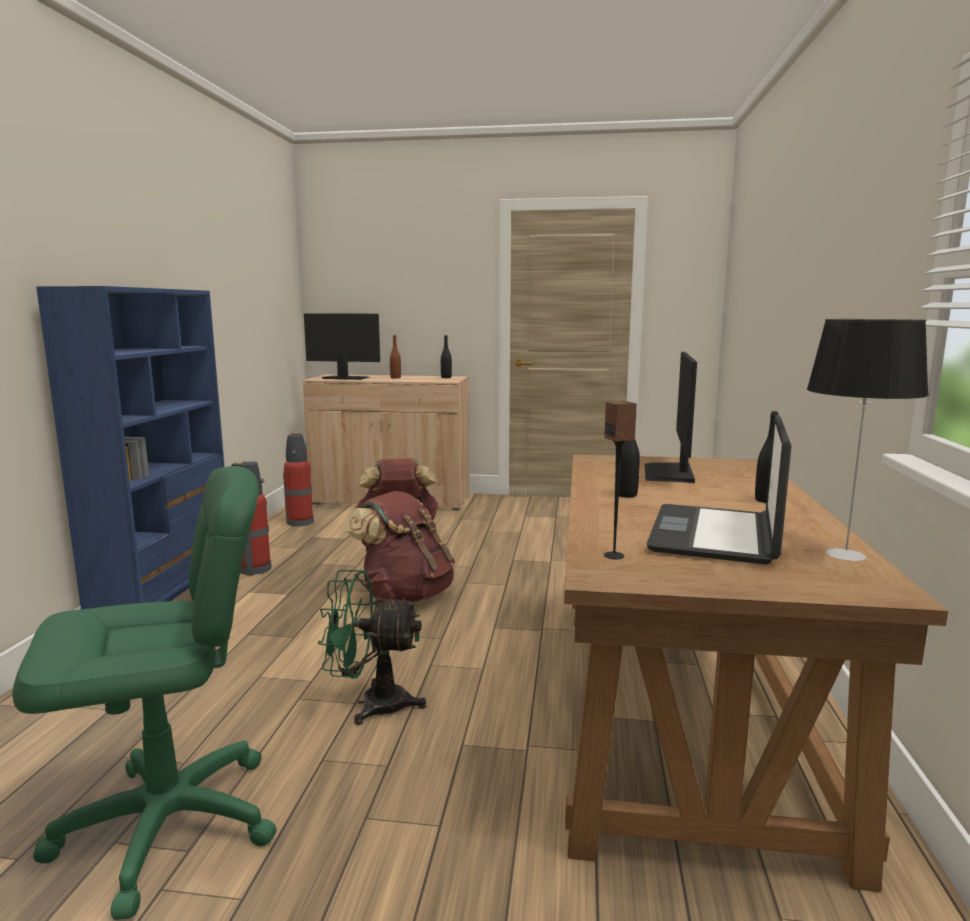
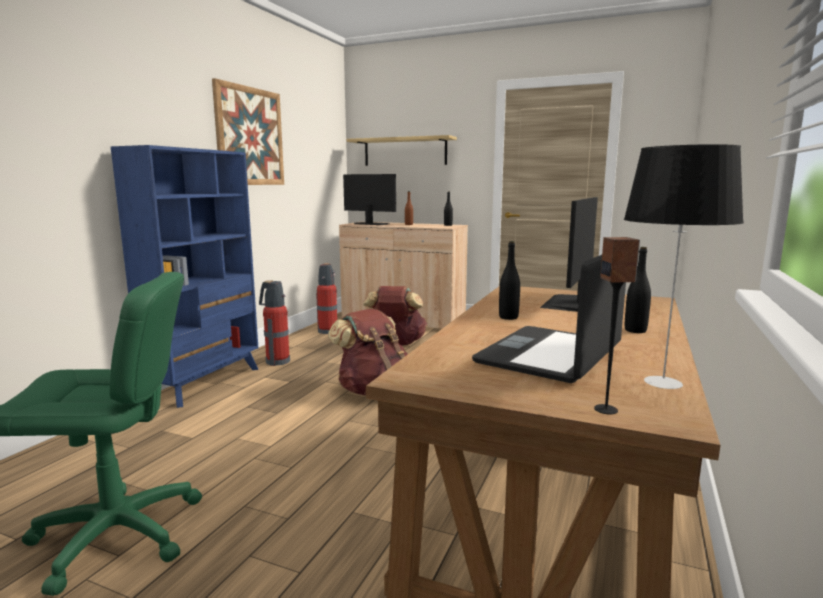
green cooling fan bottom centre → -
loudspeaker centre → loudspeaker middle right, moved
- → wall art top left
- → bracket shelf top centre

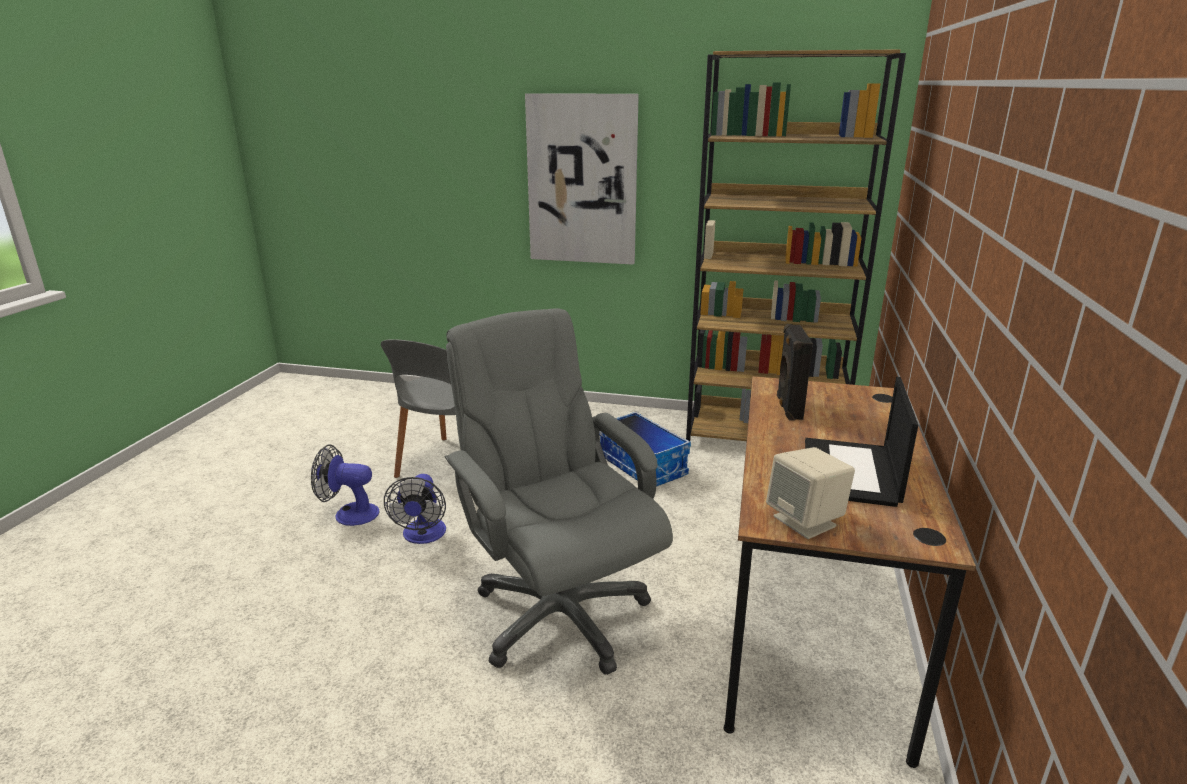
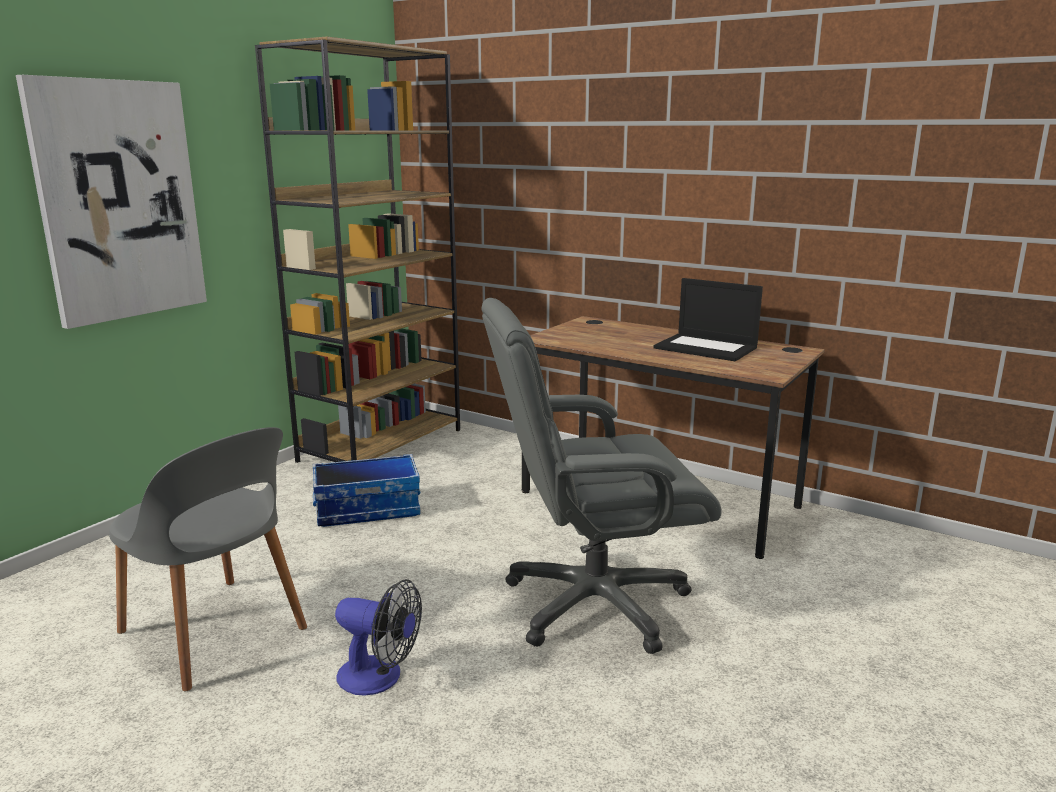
cooling fan (1st from left) middle left → -
sand-coloured loudspeaker middle right → -
black loudspeaker middle right → -

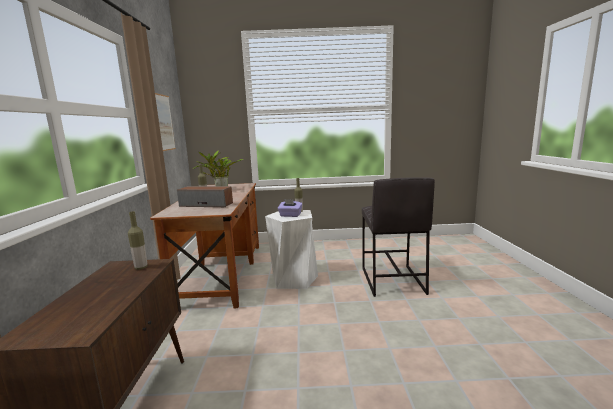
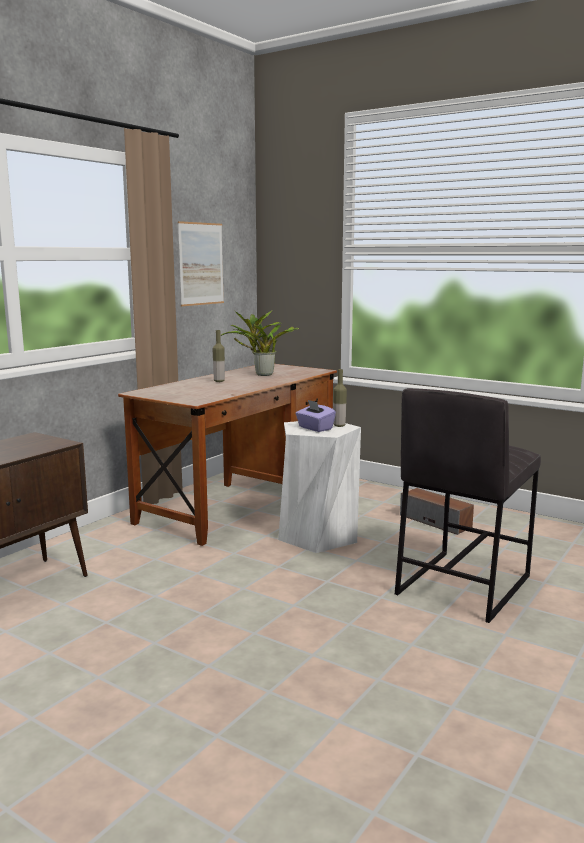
beverage bottle (1st from left) middle left → -
loudspeaker centre → loudspeaker middle right, moved

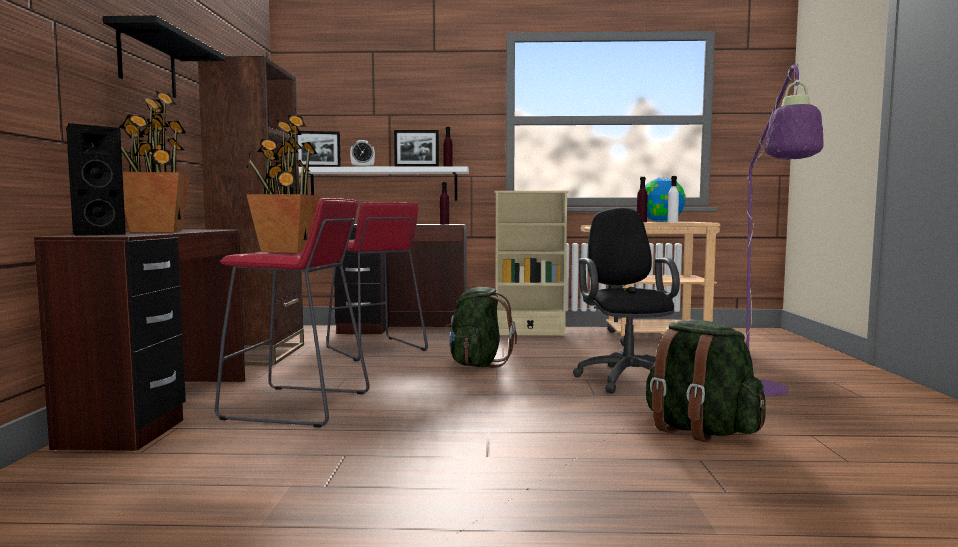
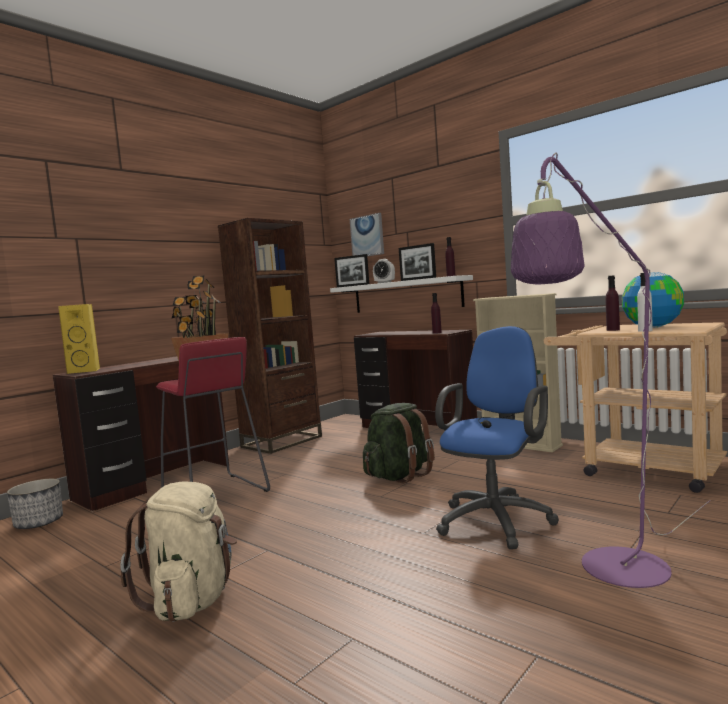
black loudspeaker top left → yellowish loudspeaker middle left
black bracket shelf top left → -
plant in a pot (1st from left) top left → -
red-coloured sitting stool (2nd from left) centre → -
black computer chair centre → blue computer chair middle right
green backpack (2nd from left) bottom right → -
- → plant pot bottom left
- → sand-coloured backpack bottom left
- → wall art top centre

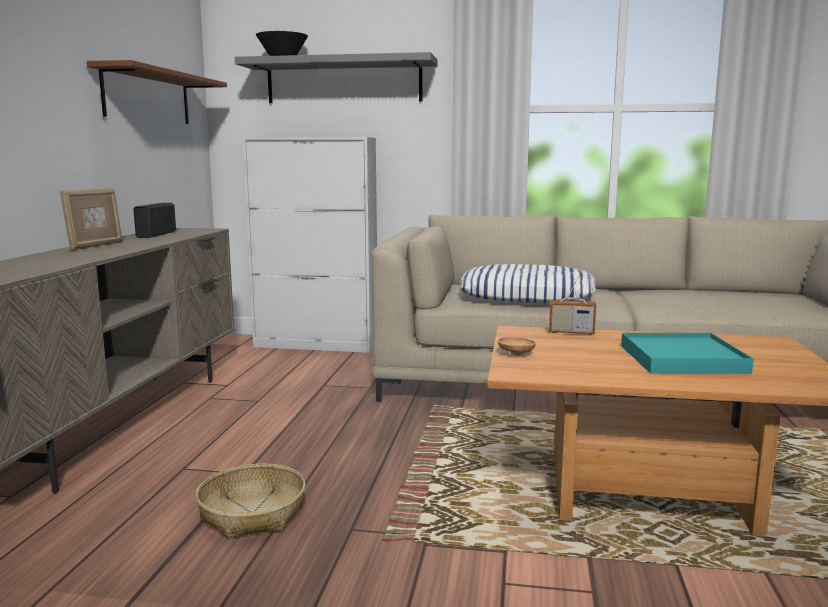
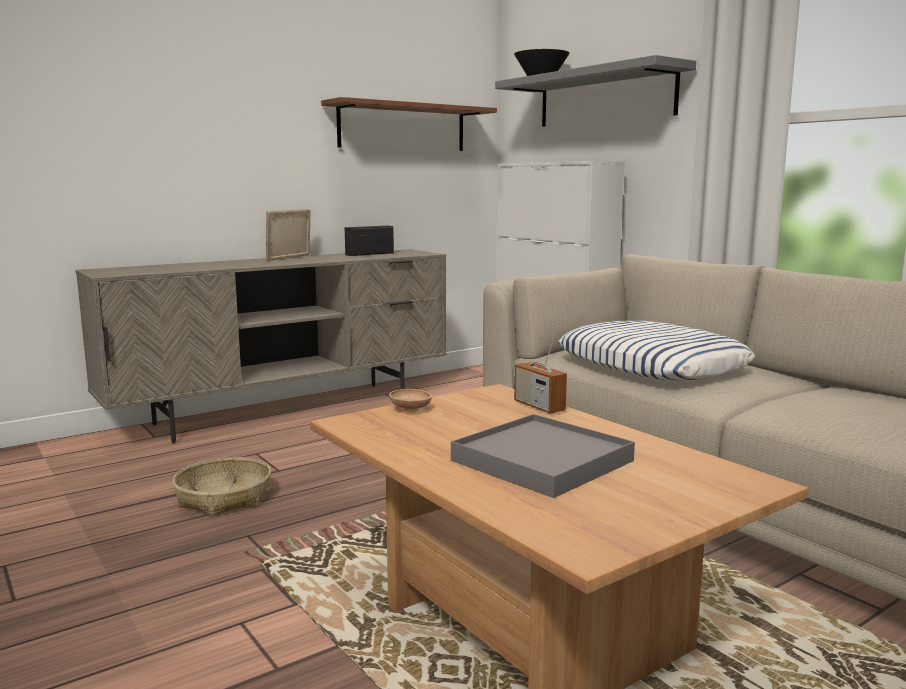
photo frame middle left, 150 degrees clockwise
turquoise tray middle right → gray tray centre

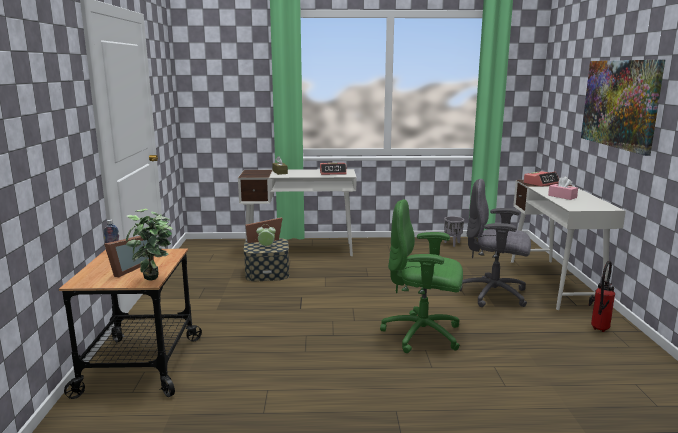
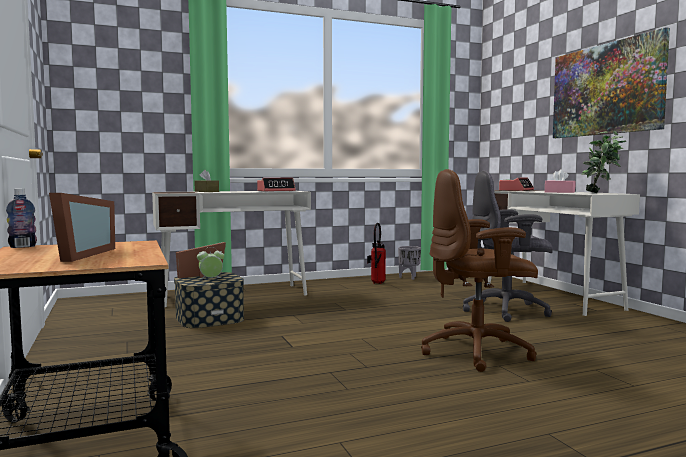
plant in a pot middle left → plant in a pot middle right, moved
green computer chair centre → brown computer chair middle right
extinguisher bottom right → extinguisher centre, moved

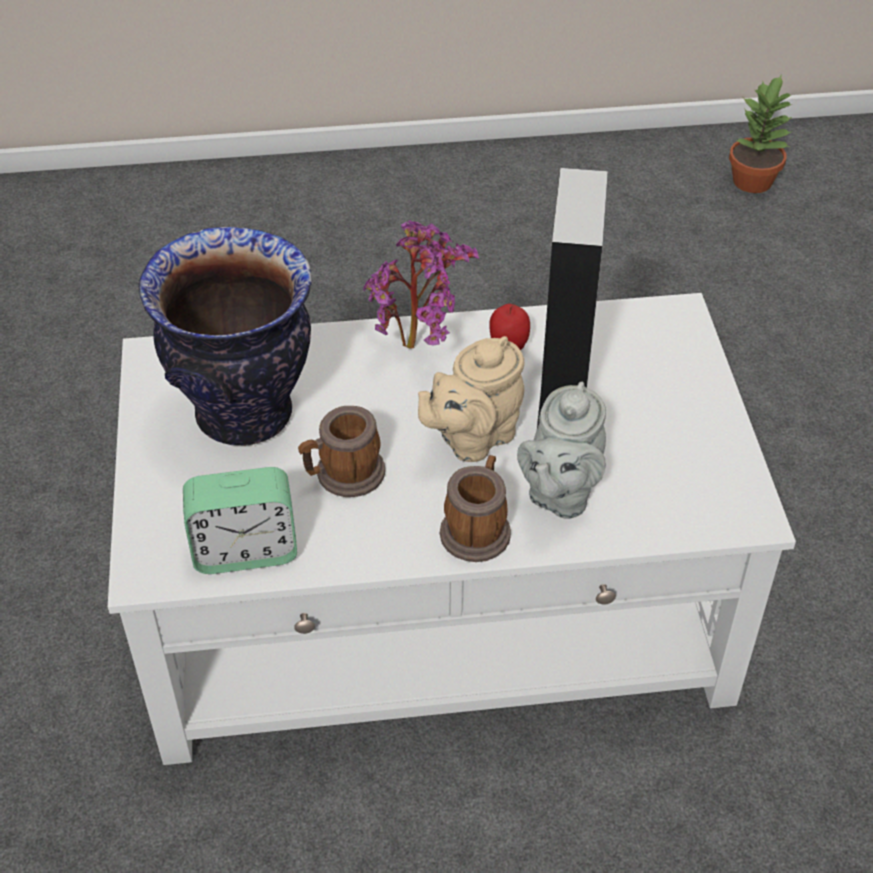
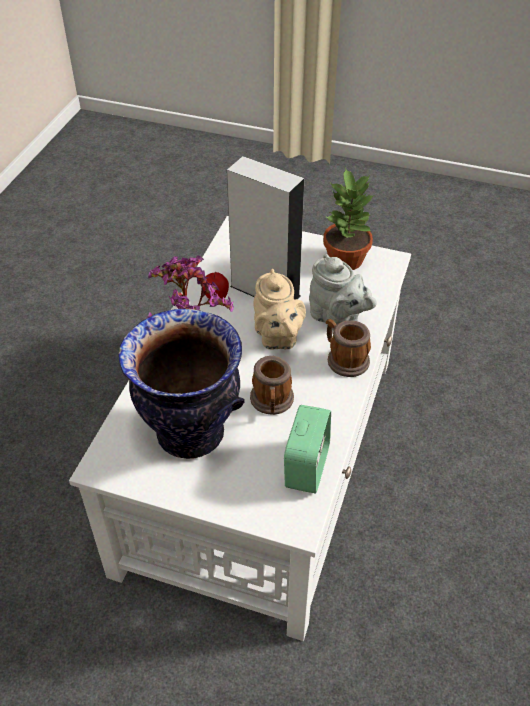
plant in a pot (2nd from left) top right → plant in a pot (2nd from left) top centre, moved

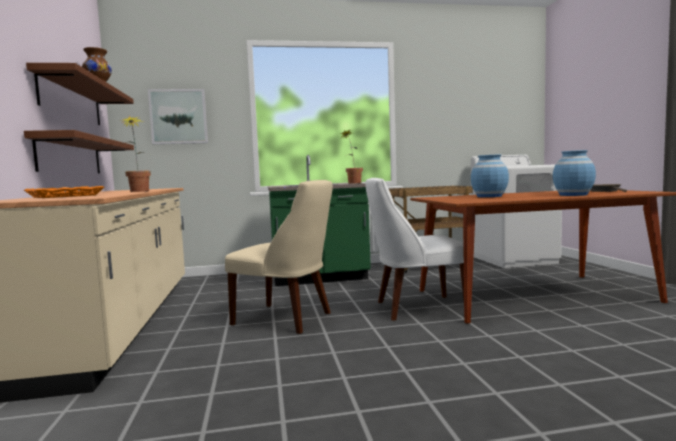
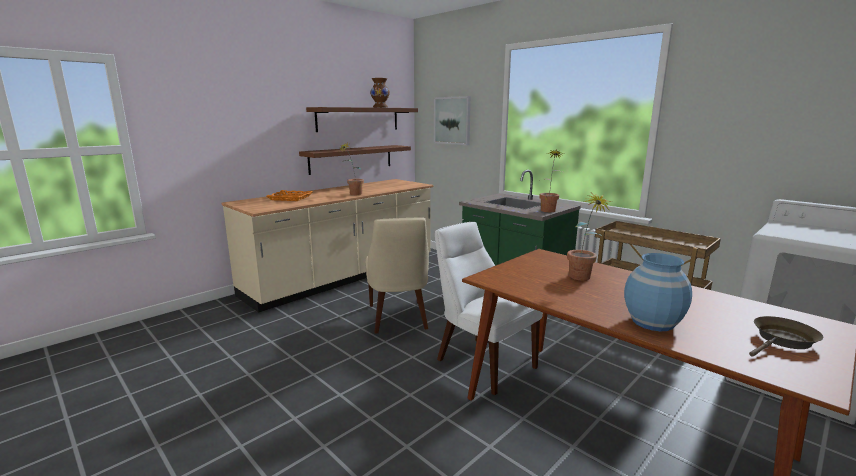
blue flower vase (1st from left) middle right → plant in a pot (3rd from left) middle right

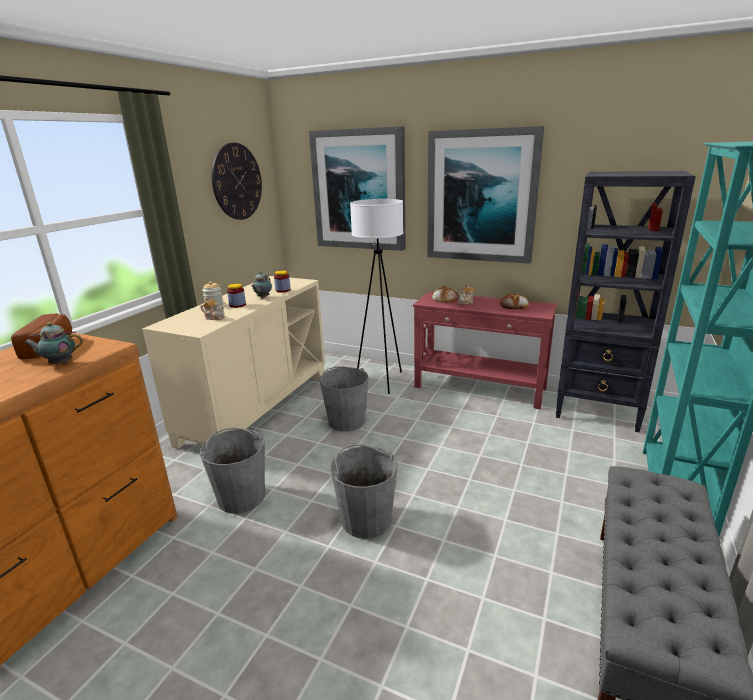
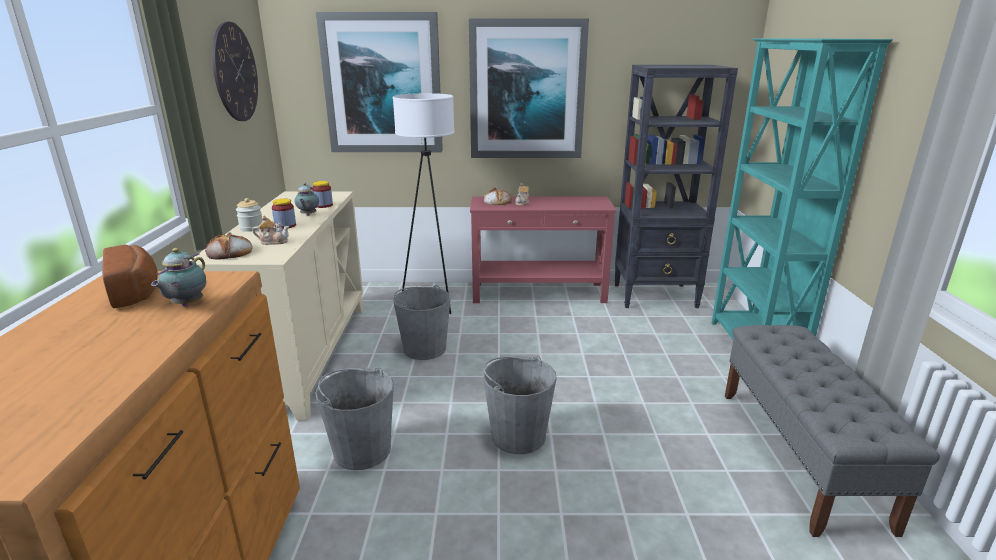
pot for tea (1st from left) middle left, 45 degrees counterclockwise
bread (3rd from left in the first image) middle right → bread (2nd from left) middle left, moved

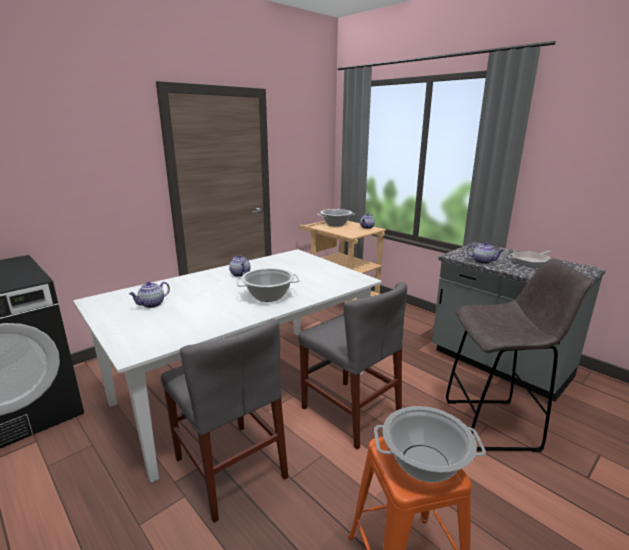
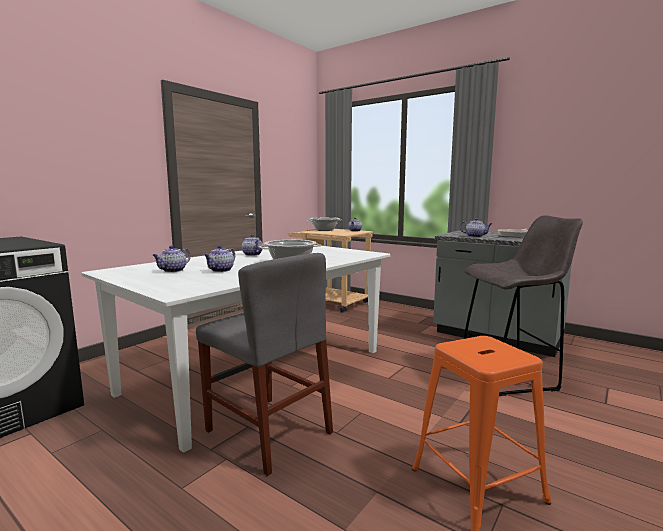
gray plain chair (2nd from left) centre → -
saucepot (3rd from left) bottom right → -
- → pot for tea (2nd from left) middle left

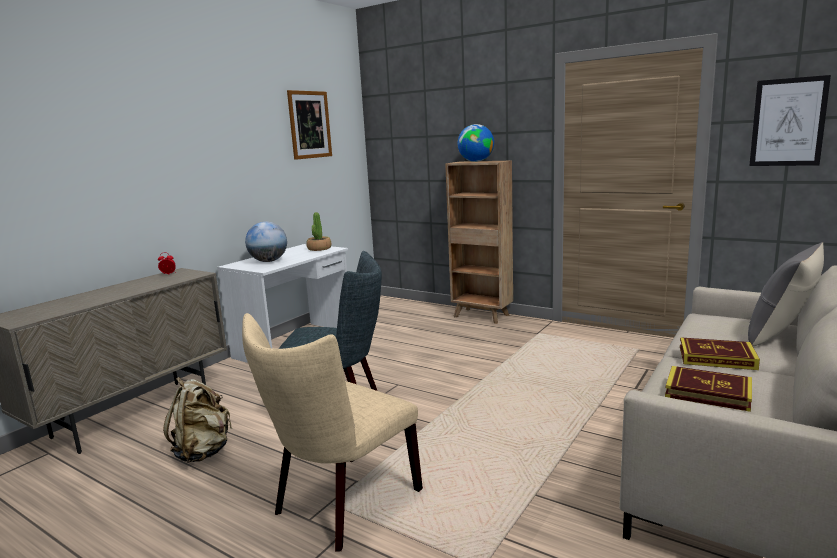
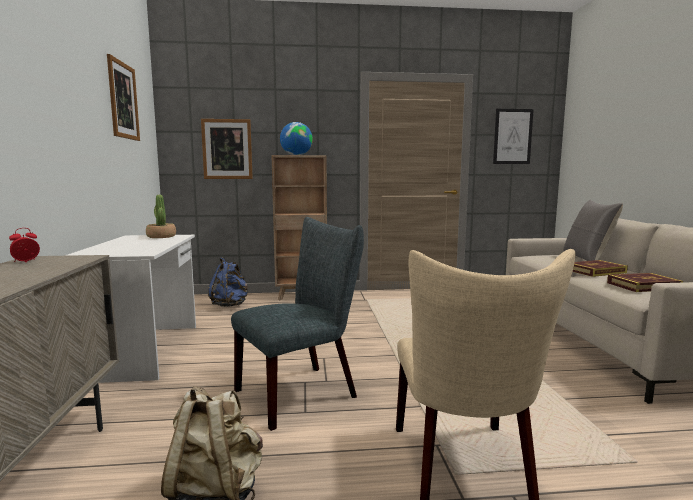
desk globe (1st from left) middle left → -
- → wall art (2nd from left) top left
- → blue backpack middle left

